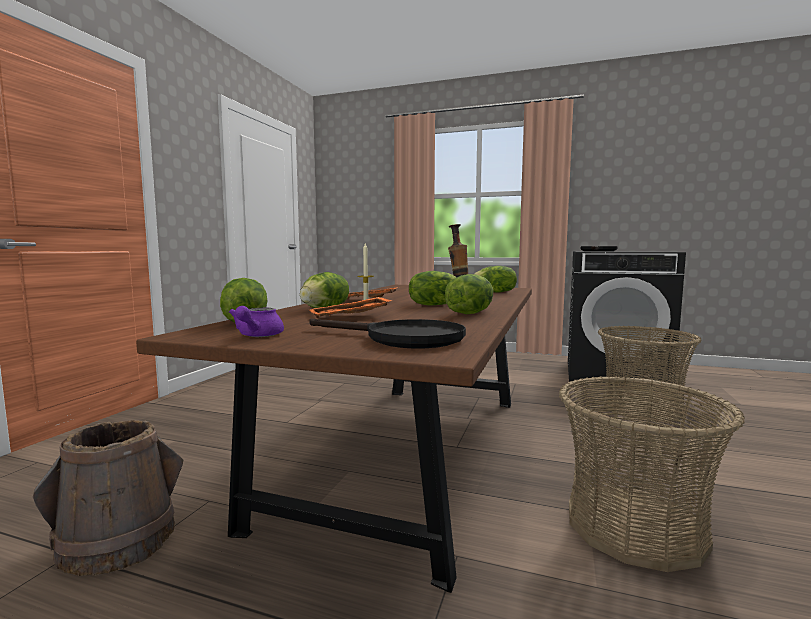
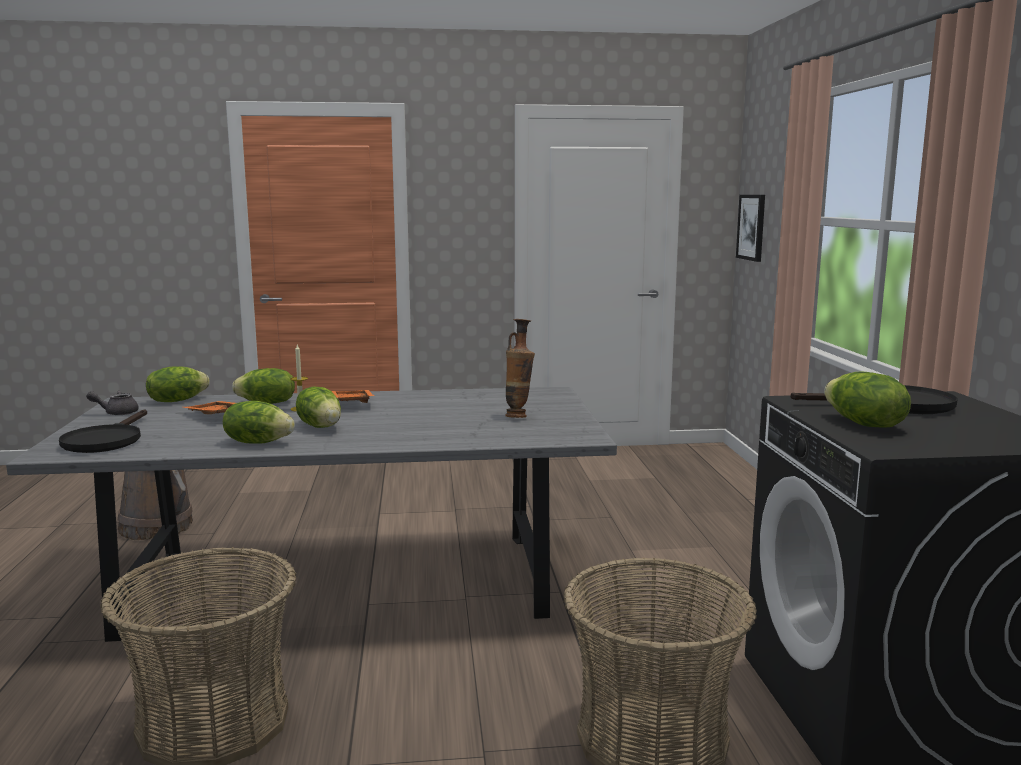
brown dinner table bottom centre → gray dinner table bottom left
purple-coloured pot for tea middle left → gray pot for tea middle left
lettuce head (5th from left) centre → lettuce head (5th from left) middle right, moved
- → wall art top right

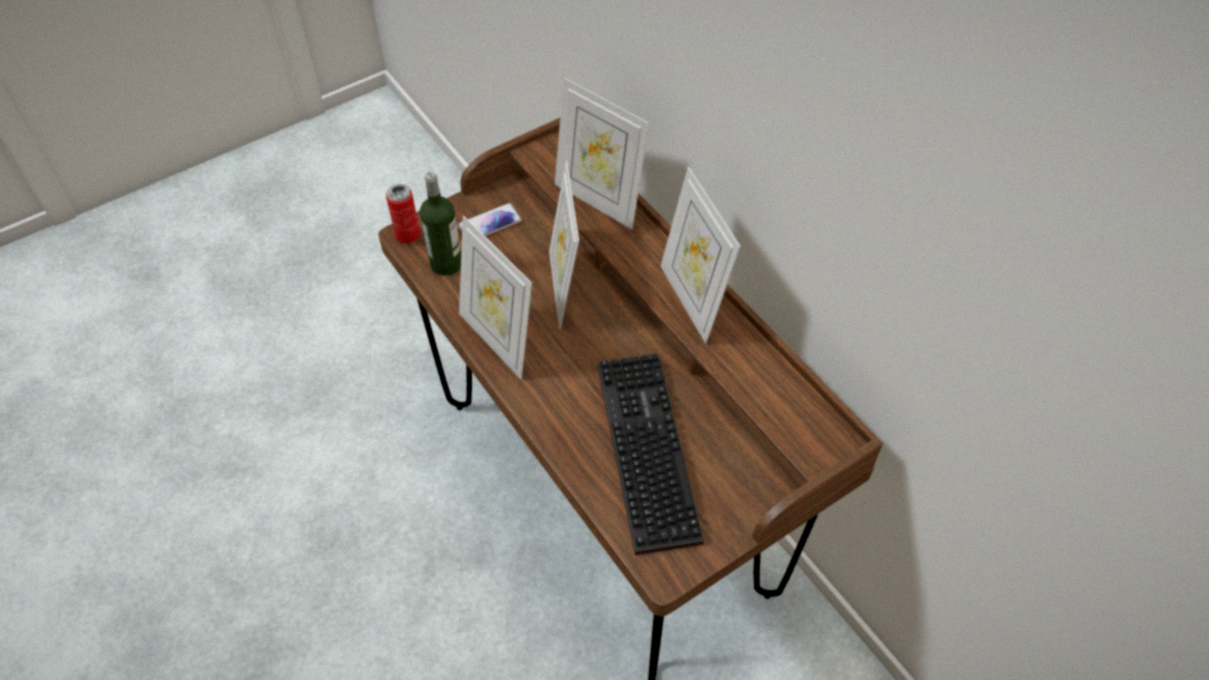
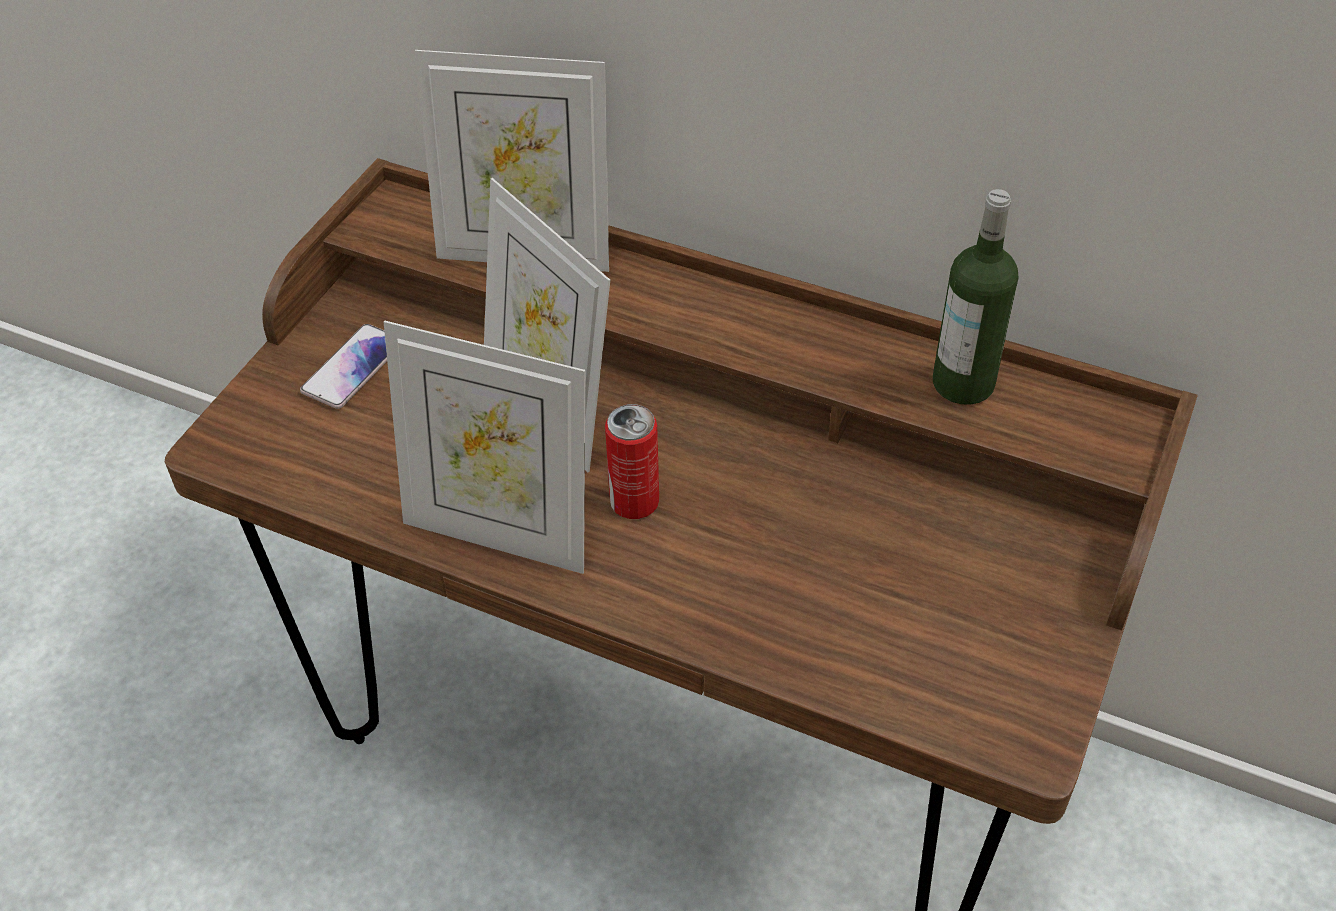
metal can top centre → metal can centre, moved
beverage bottle top centre → beverage bottle top right, moved
keyboard bottom centre → -
photo frame (4th from left) centre → -

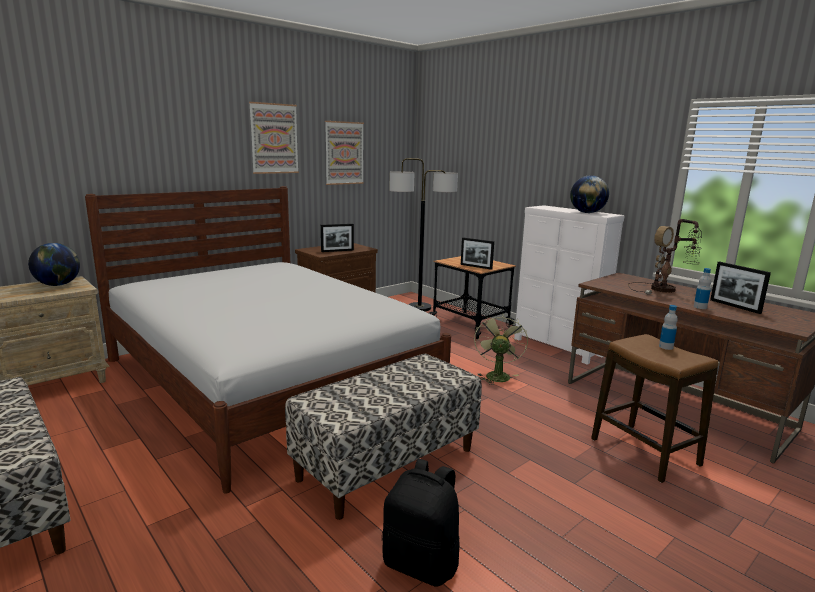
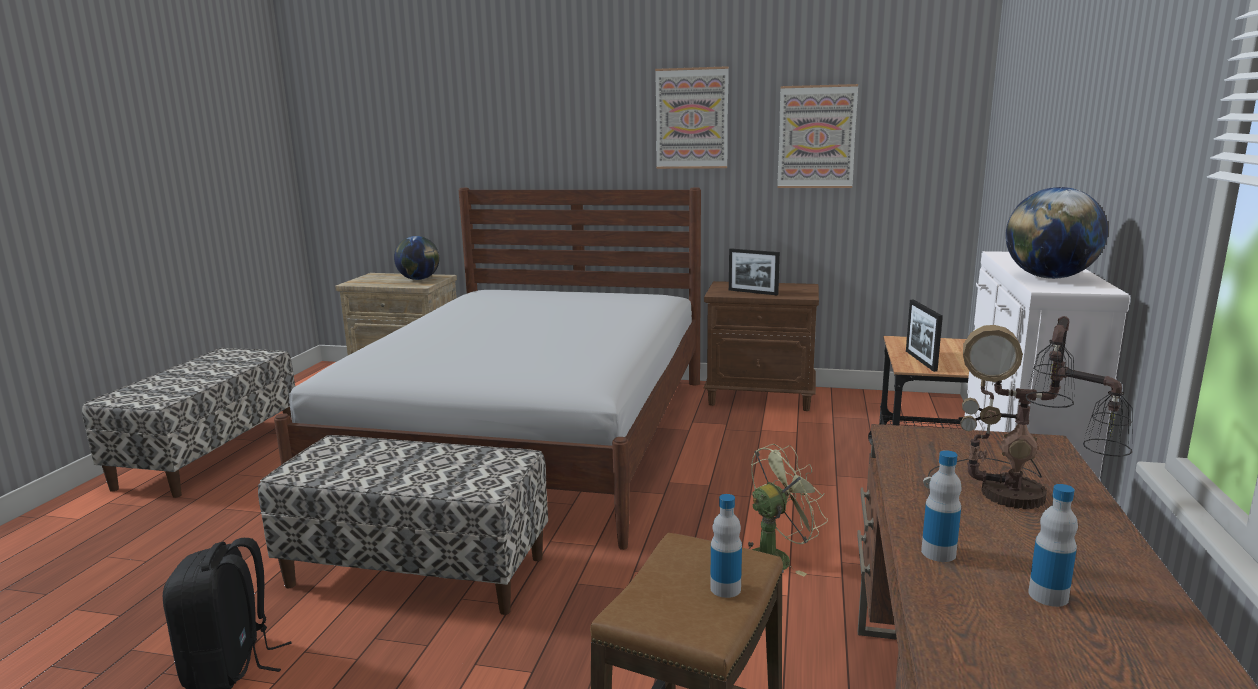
standing lamp centre → -
photo frame (3rd from left) middle right → beverage bottle (3rd from left) bottom right

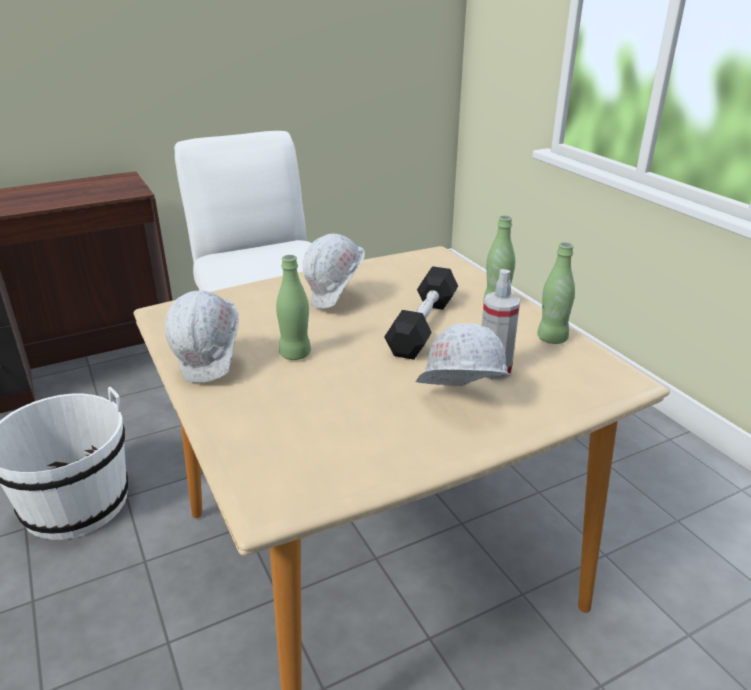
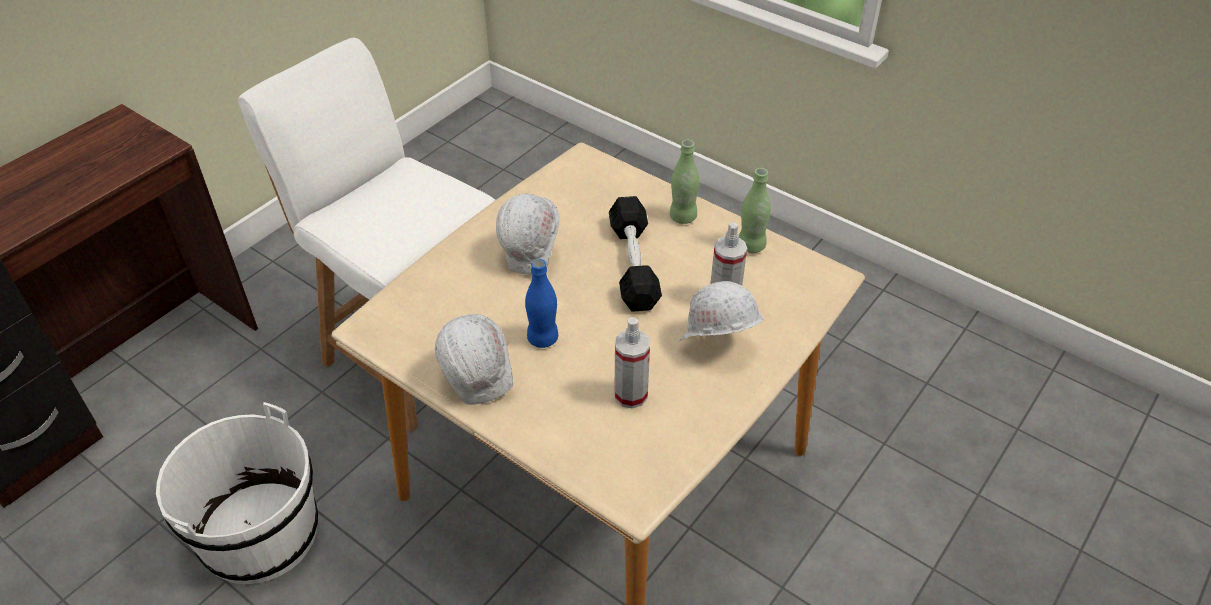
green beverage bottle (1st from left) centre → blue beverage bottle centre
- → spray bottle (1st from left) centre

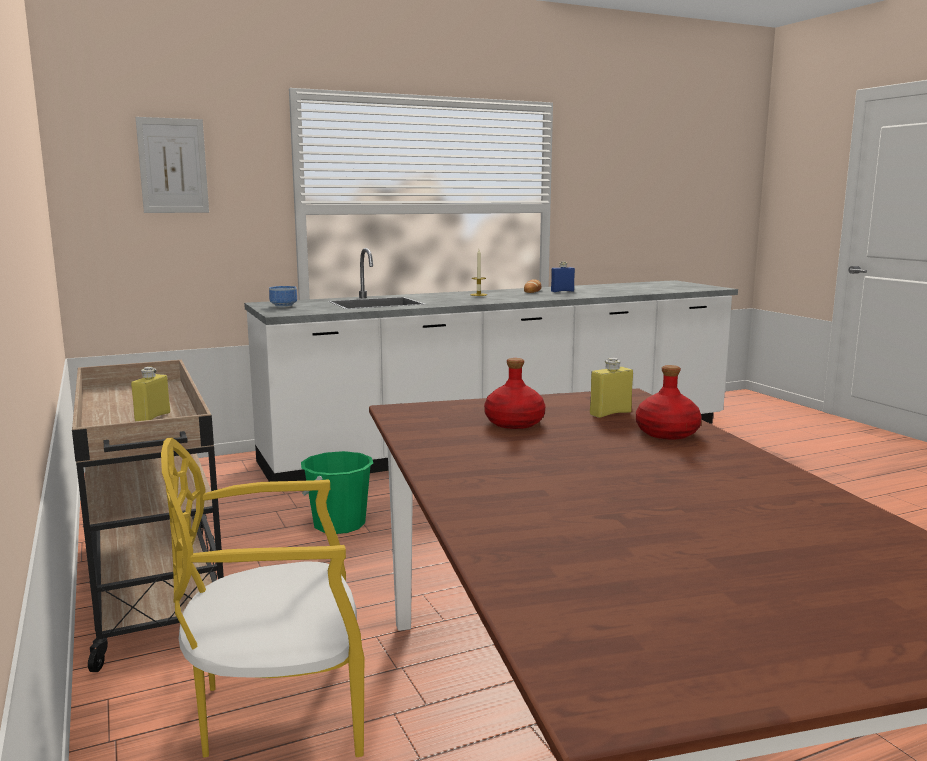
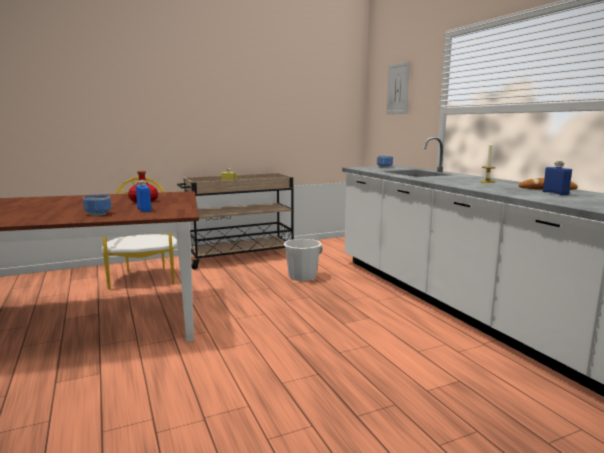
green water bucket centre → whitish water bucket centre
yellowish beverage bottle (2nd from left) centre → blue beverage bottle (1st from left) middle left
red-coloured beverage bottle (2nd from left) middle right → deep dish (1st from left) middle left

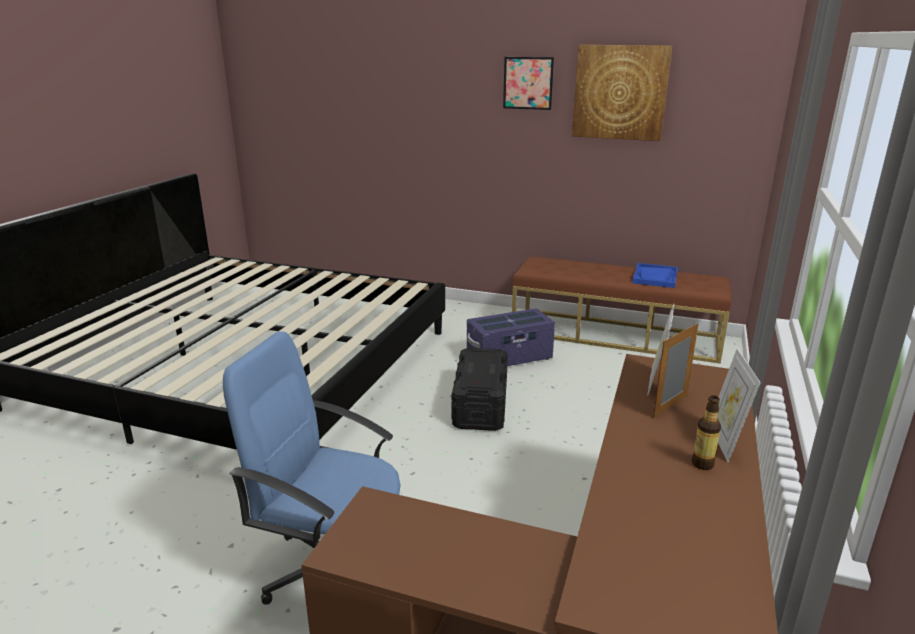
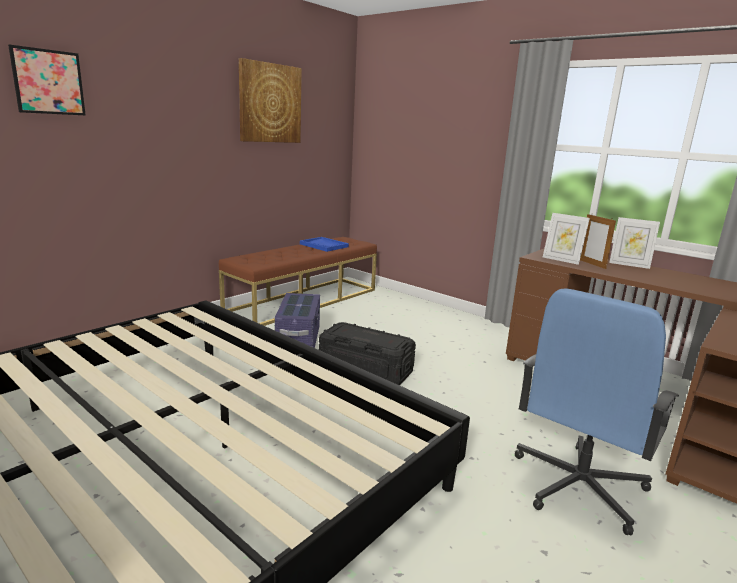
wall art (1st from left) top centre → wall art (1st from left) top left, moved
beverage bottle bottom right → -

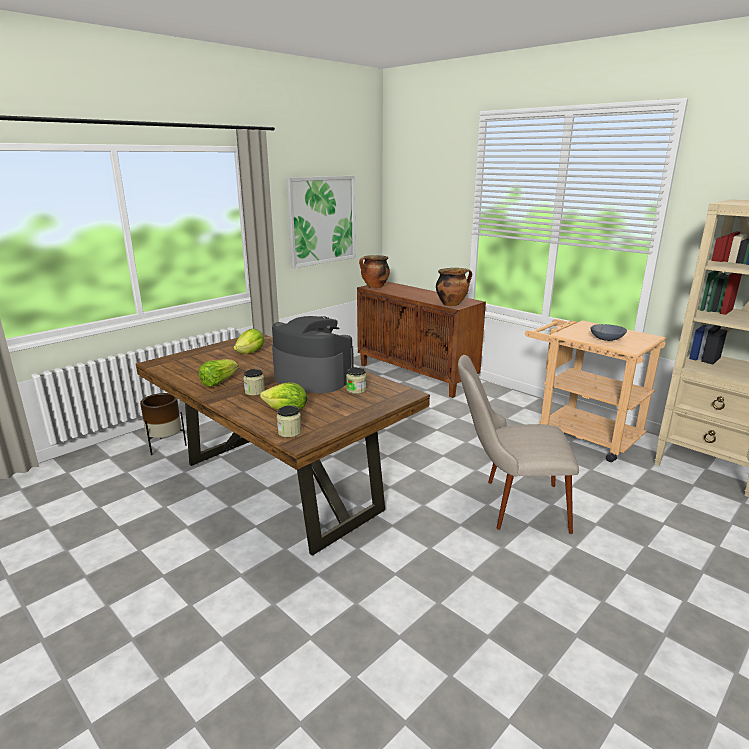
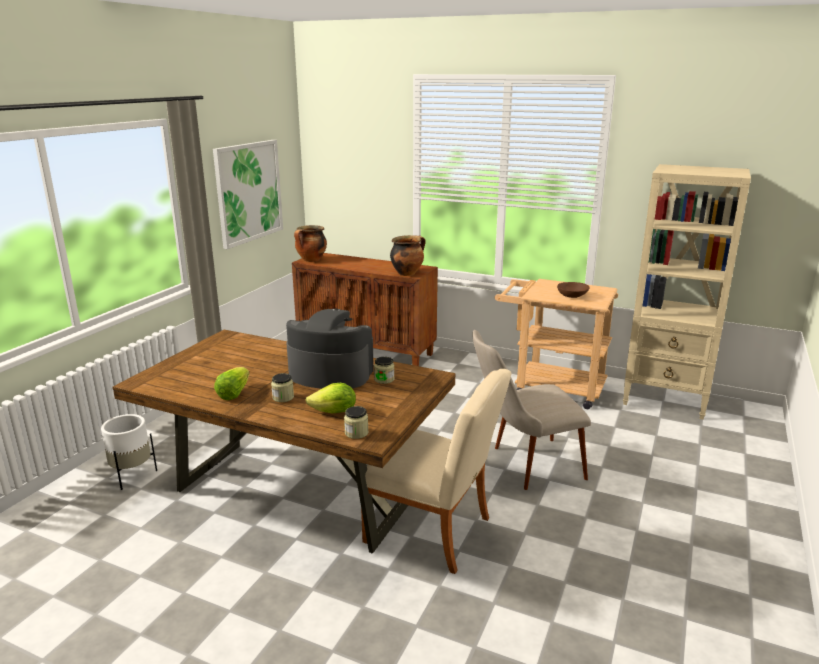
brown plant pot middle left → whitish plant pot bottom left
lettuce head (2nd from left) middle left → -
gray deep dish middle right → brown deep dish middle right
- → sand-coloured plain chair (1st from left) bottom centre

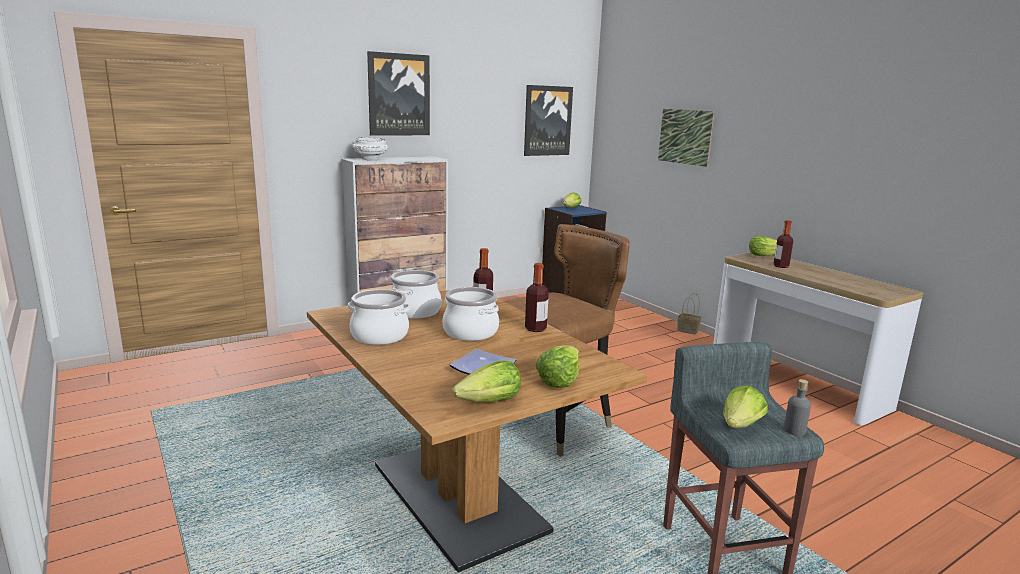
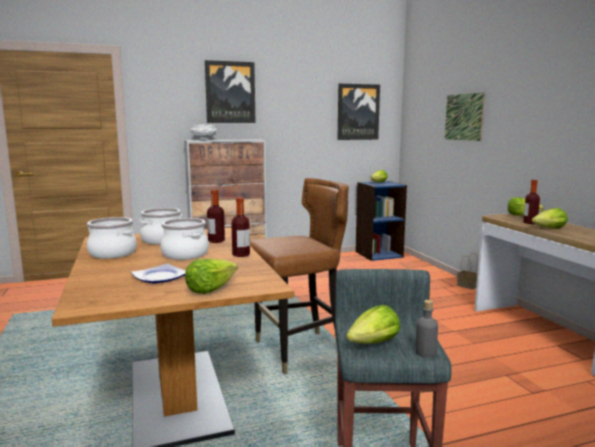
lettuce head (1st from left in the first image) centre → lettuce head (5th from left) middle right, moved

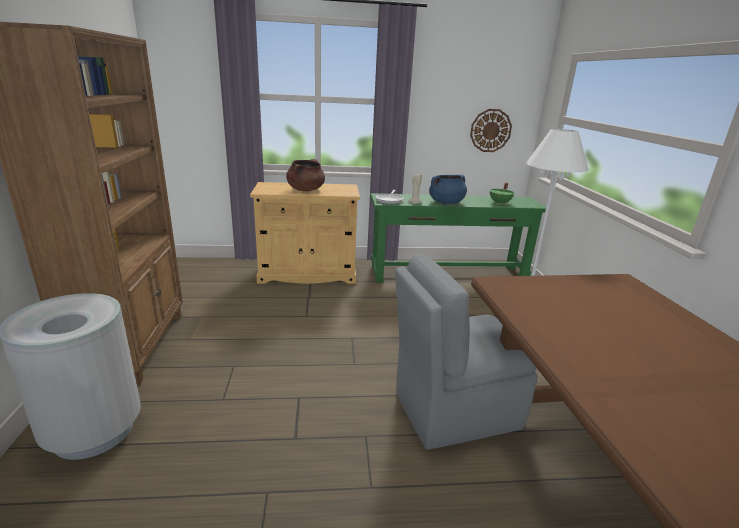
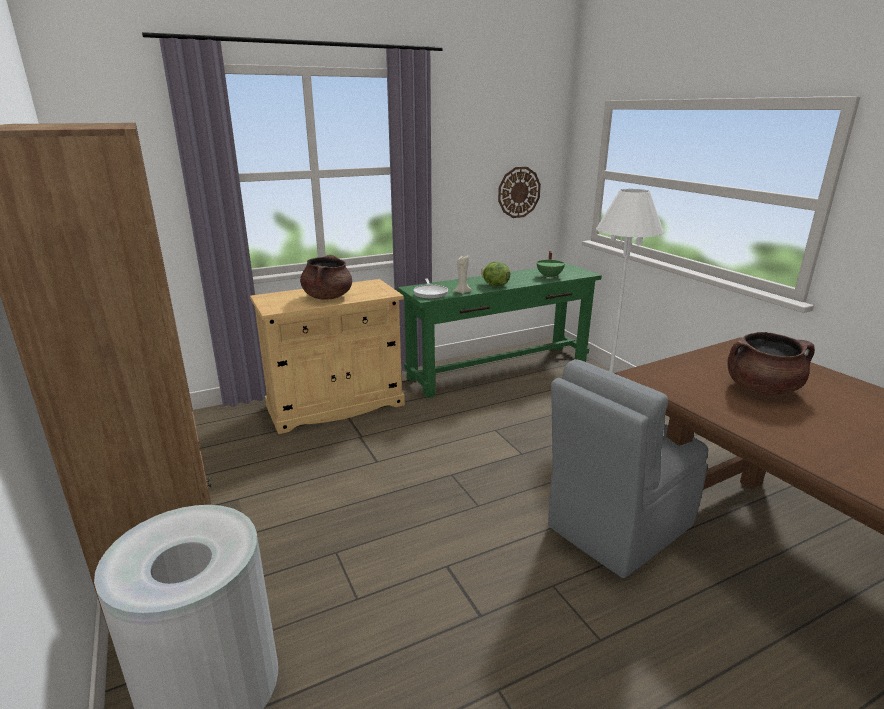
blue saucepot centre → lettuce head centre
- → brown saucepot (2nd from left) middle right

